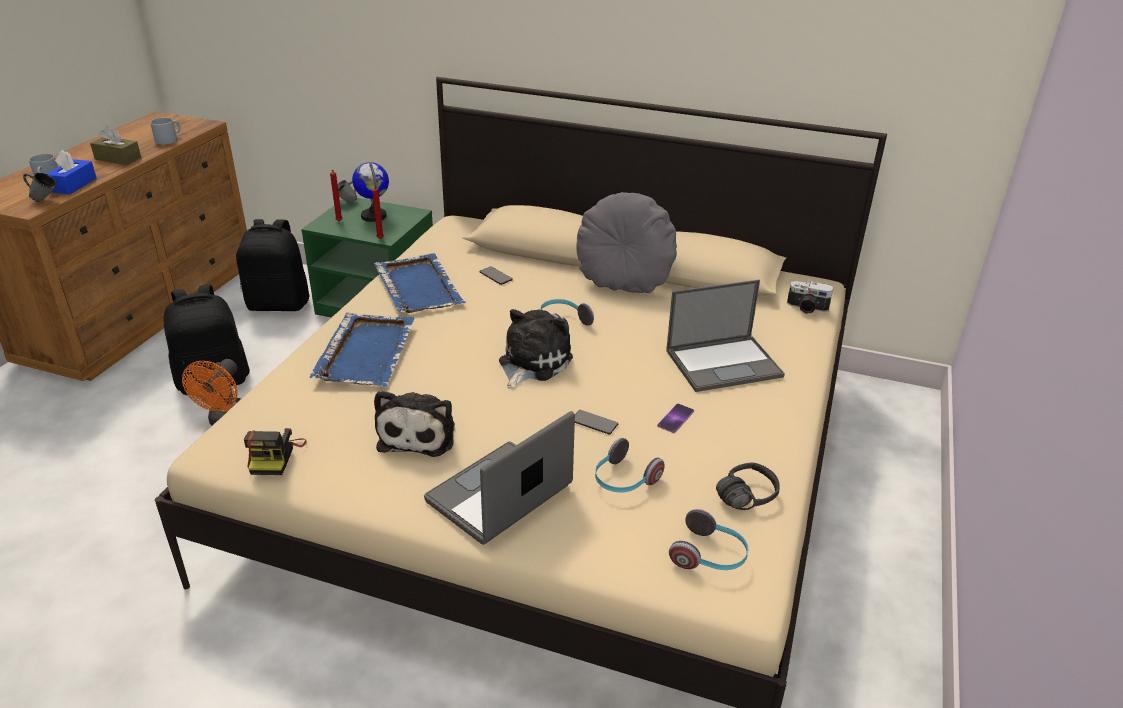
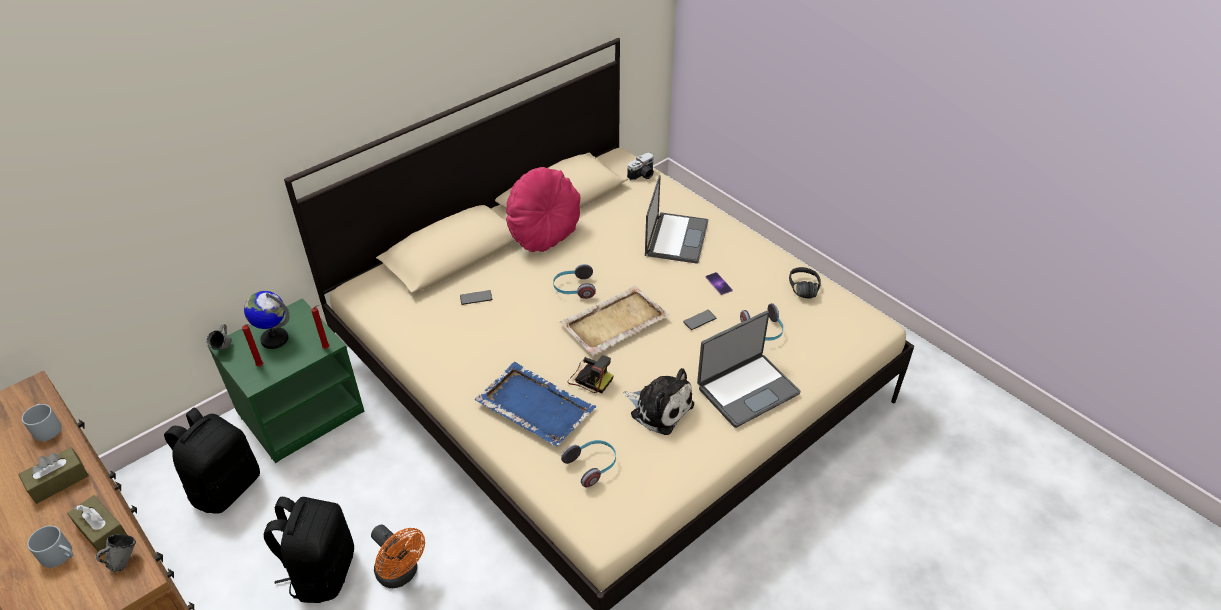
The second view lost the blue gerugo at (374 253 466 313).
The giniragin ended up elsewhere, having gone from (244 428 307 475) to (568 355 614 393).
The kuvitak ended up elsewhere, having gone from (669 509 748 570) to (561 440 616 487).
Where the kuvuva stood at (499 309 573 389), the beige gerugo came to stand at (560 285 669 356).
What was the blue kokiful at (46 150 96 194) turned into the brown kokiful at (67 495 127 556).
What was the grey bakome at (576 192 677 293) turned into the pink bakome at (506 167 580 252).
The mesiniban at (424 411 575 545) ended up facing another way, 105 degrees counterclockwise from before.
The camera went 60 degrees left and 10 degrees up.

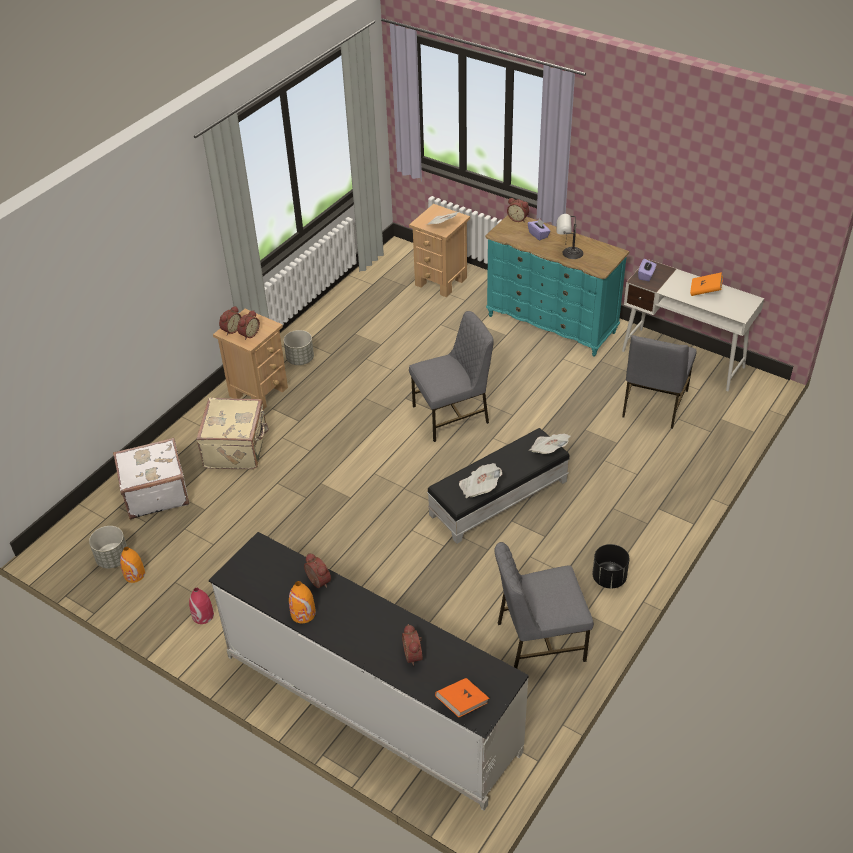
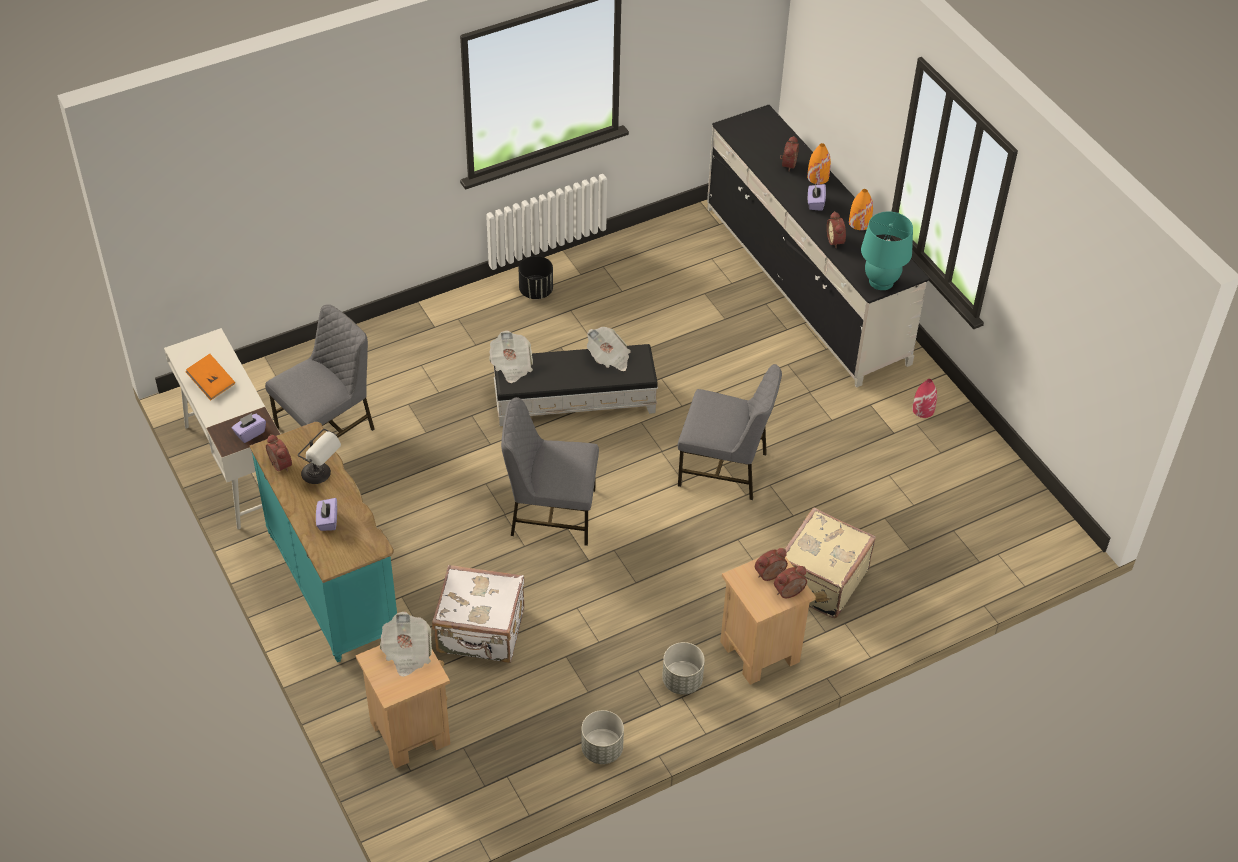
The second view lost the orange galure at (435 678 489 717).
The second view gained the purple kokiful at (808 183 826 211).
The second view gained the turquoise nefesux at (861 211 913 290).
The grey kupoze ended up elsewhere, having gone from (89 526 127 568) to (581 710 624 764).
The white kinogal ended up elsewhere, having gone from (113 438 190 519) to (432 565 524 663).
The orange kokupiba ended up elsewhere, having gone from (120 547 145 583) to (807 143 831 184).
The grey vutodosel ended up elsewhere, having gone from (495 542 594 669) to (678 364 782 500).
The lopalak ended up elsewhere, having gone from (507 198 529 222) to (266 434 292 472).
The camera went 155 degrees left and 5 degrees up.

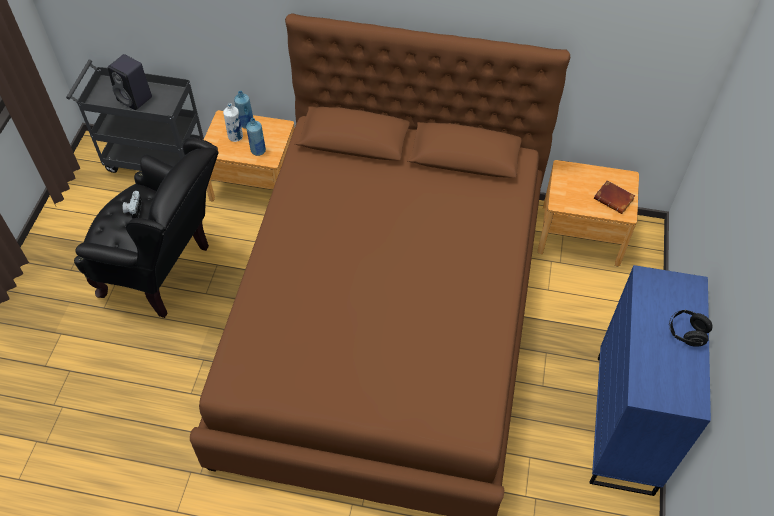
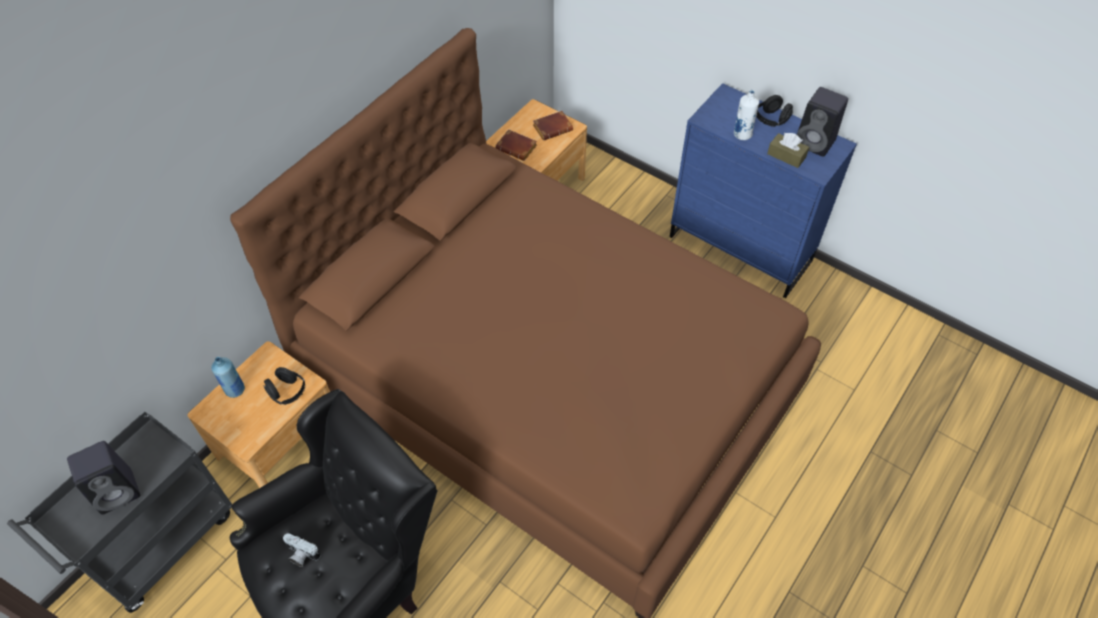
The second view gained the brown galure at (495 129 537 161).
The second view gained the brown kokiful at (767 133 809 168).
The second view gained the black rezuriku at (797 87 848 157).
The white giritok ended up elsewhere, having gone from (223 103 243 142) to (734 90 759 140).
Where the blue giritok stood at (246 118 266 156), the black kuvitak came to stand at (263 367 305 405).
The camera went 65 degrees left and 0 degrees up.

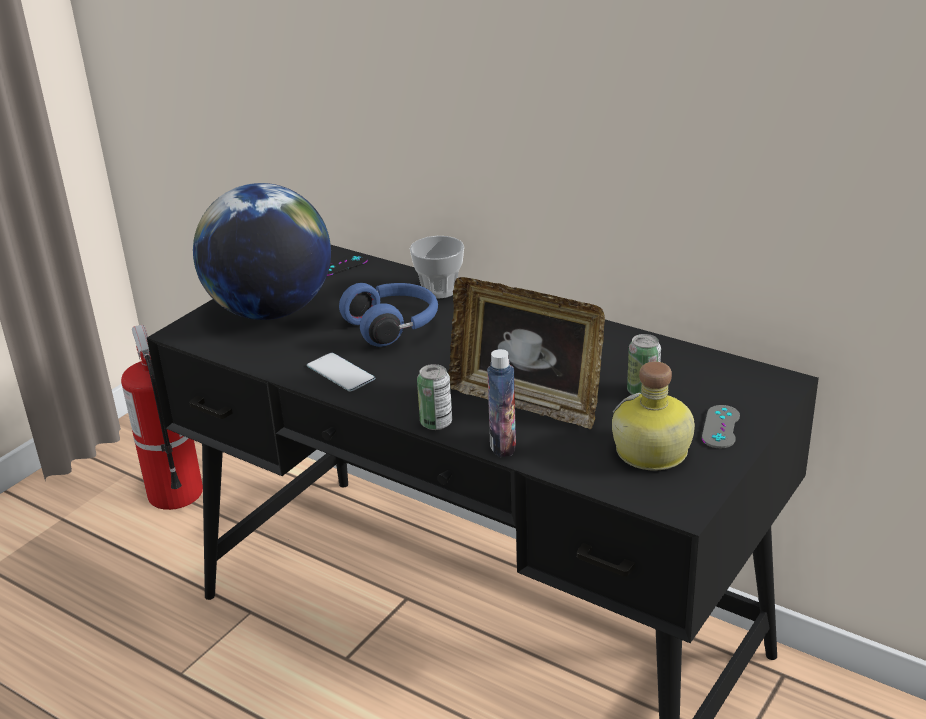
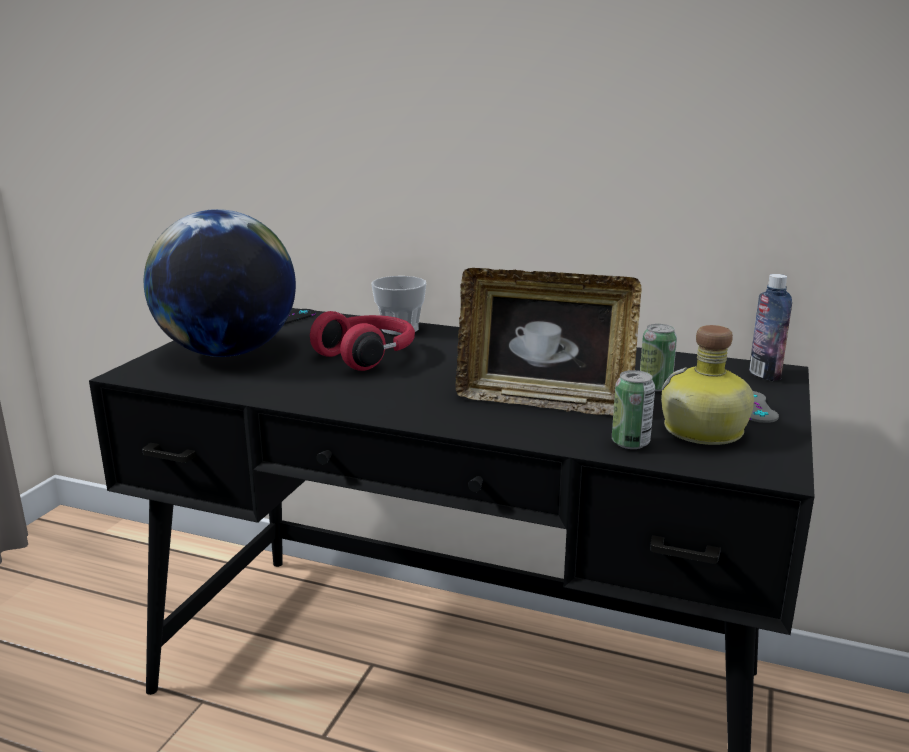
The second view lost the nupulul at (121 325 203 510).
The second view lost the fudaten at (307 353 375 392).
The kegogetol ended up elsewhere, having gone from (417 364 452 430) to (612 370 655 449).
The giritok ended up elsewhere, having gone from (487 349 516 457) to (749 274 792 381).
What was the blue kuvitak at (339 283 438 347) turned into the red kuvitak at (310 311 415 371).
The camera went 15 degrees left and 10 degrees down.

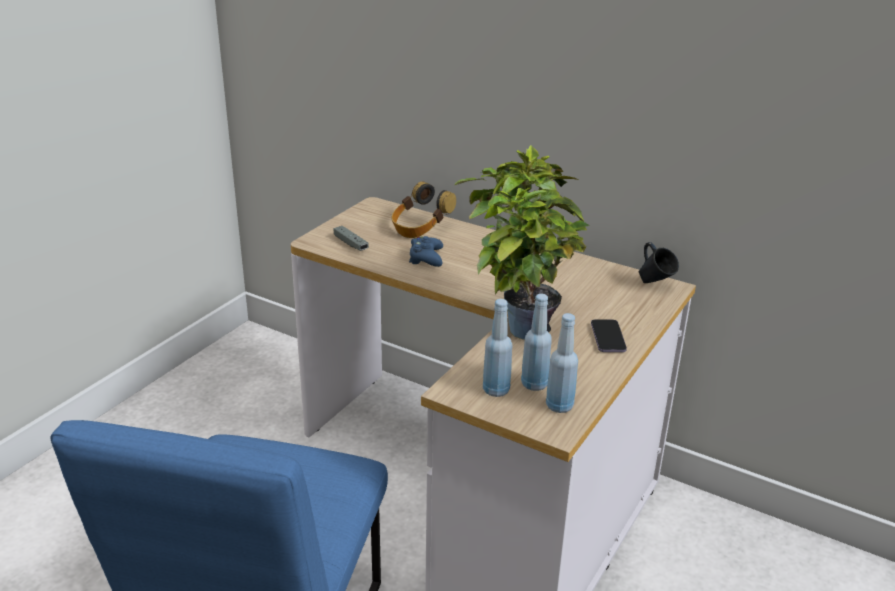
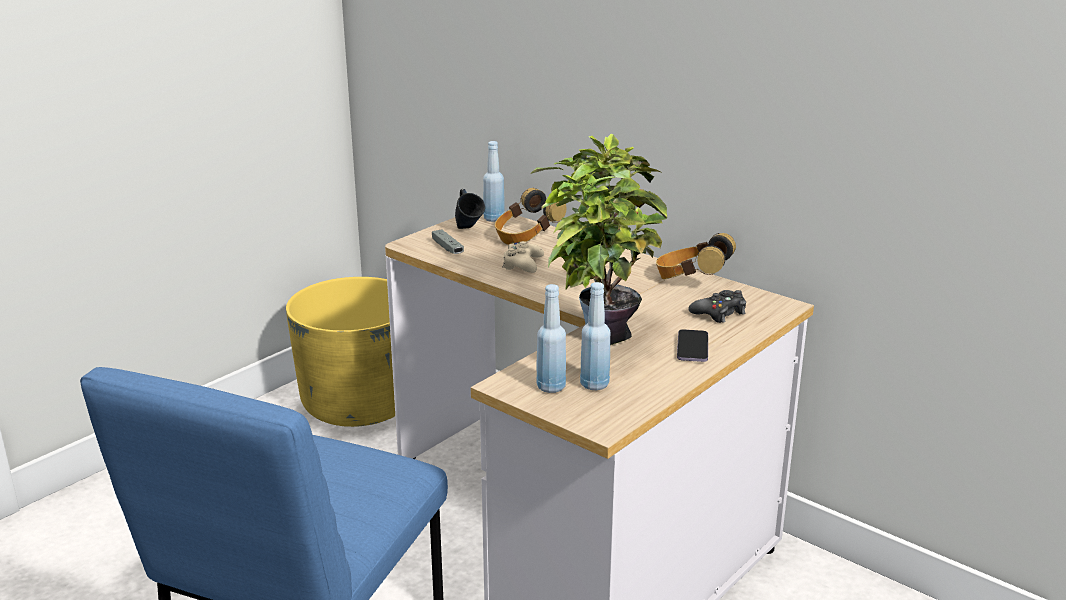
The second view gained the yellow kupoze at (286 277 395 427).
The second view gained the kuvitak at (656 233 736 279).
The second view gained the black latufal at (688 290 746 323).
The blue giritok ended up elsewhere, having gone from (546 313 578 413) to (483 141 505 222).
The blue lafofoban ended up elsewhere, having gone from (639 242 679 283) to (455 189 485 229).
What was the blue latufal at (409 236 443 267) turned into the beige latufal at (502 241 544 273).
The camera went 10 degrees right and 5 degrees down.

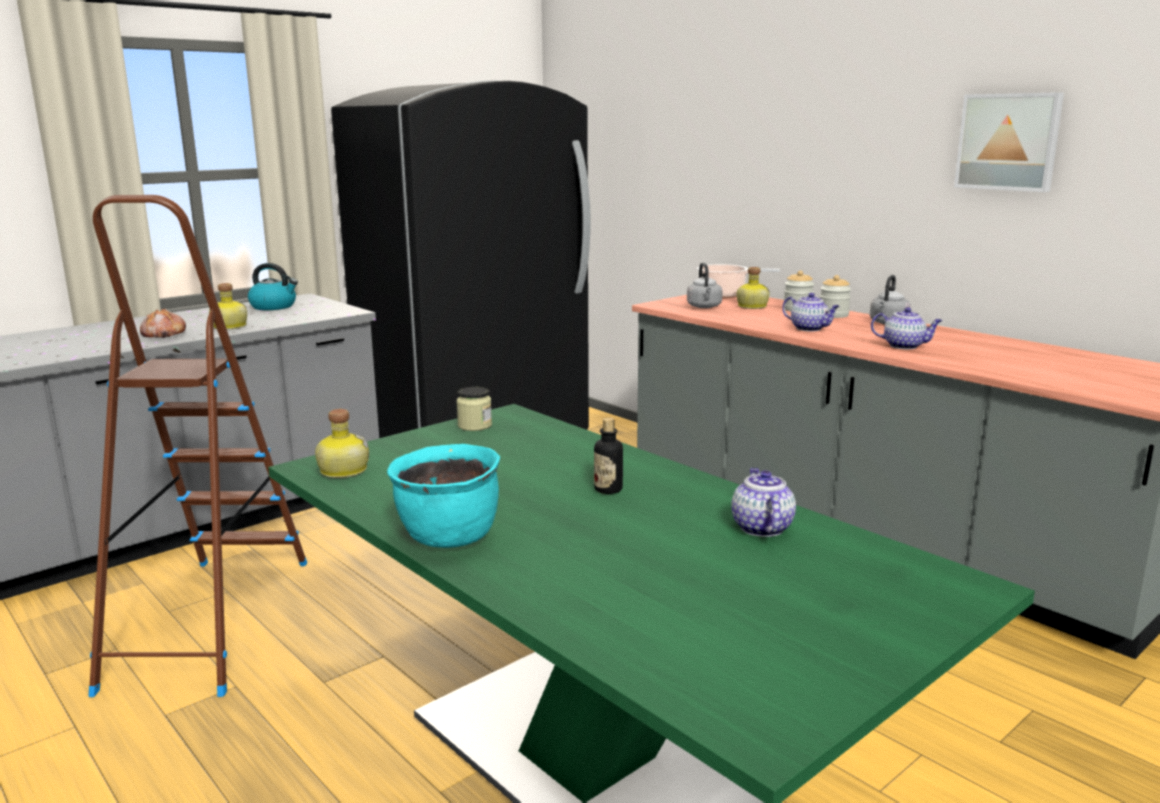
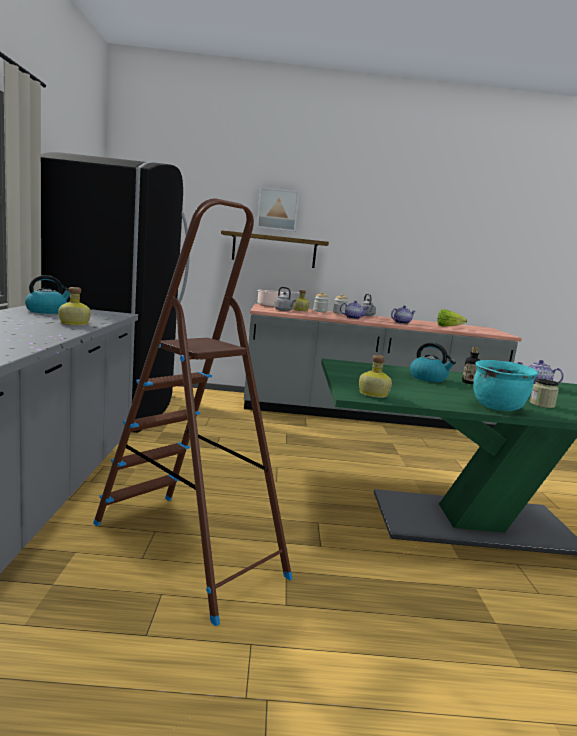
The second view lost the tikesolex at (140 308 186 338).
The second view gained the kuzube at (221 230 329 268).
The second view gained the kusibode at (410 342 456 382).
The second view gained the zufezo at (437 309 467 327).
The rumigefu ended up elsewhere, having gone from (456 387 492 431) to (530 379 559 408).
The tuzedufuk ended up elsewhere, having gone from (954 92 1064 192) to (257 187 299 232).
The camera went 50 degrees left and 5 degrees down.

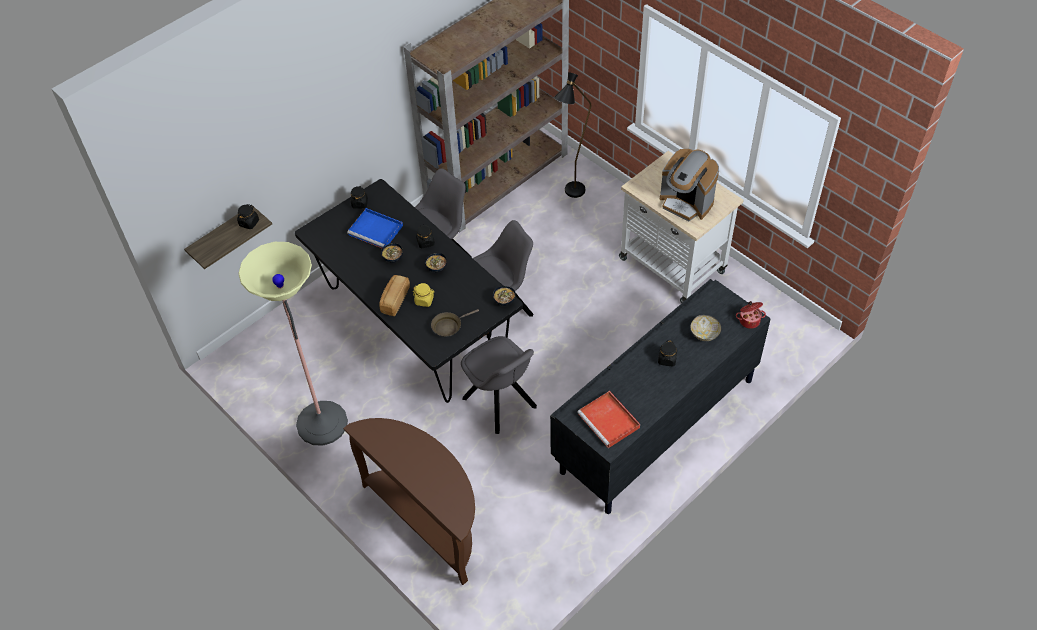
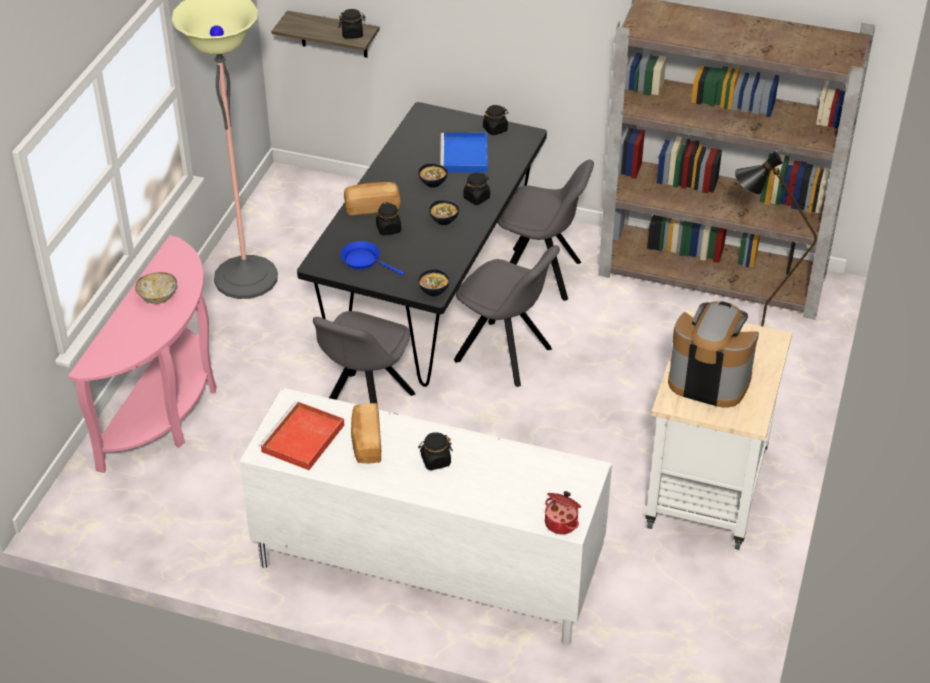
The second view gained the tikesolex at (351 403 381 464).
The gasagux ended up elsewhere, having gone from (690 315 721 341) to (135 272 177 304).
What was the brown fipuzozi at (343 418 475 585) turned into the pink fipuzozi at (68 235 217 473).
What was the yellow rumigefu at (413 283 434 307) turned into the black rumigefu at (376 202 401 235).
What was the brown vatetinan at (431 309 479 337) turned into the blue vatetinan at (340 241 404 275).
What was the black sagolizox at (550 279 771 514) turned into the white sagolizox at (239 388 612 646).
The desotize at (660 149 719 221) ended up facing another way, 105 degrees clockwise from before.
The camera went 60 degrees right and 10 degrees down.

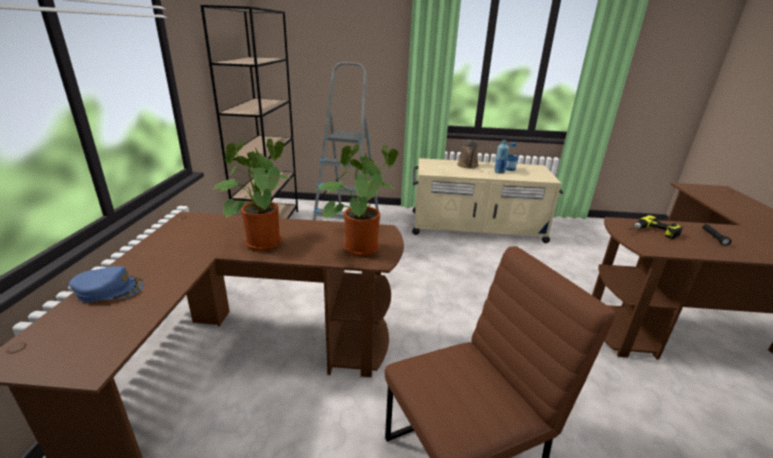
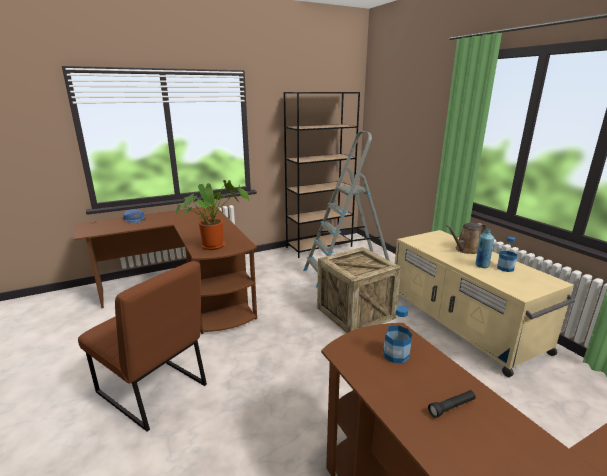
The second view lost the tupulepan at (212 139 294 251).
The second view gained the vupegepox at (317 247 401 333).
Where the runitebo stood at (629 215 683 239), the giritok came to stand at (383 306 412 363).
The camera went 60 degrees right and 5 degrees down.

